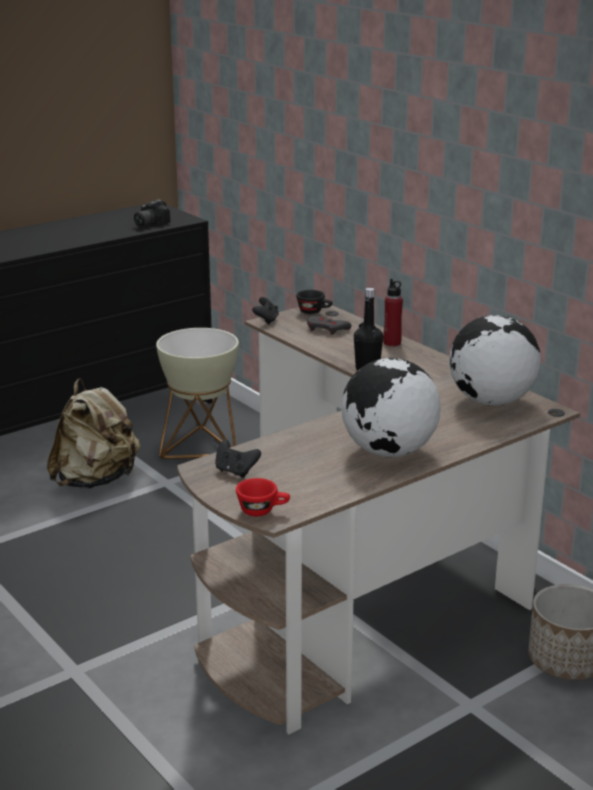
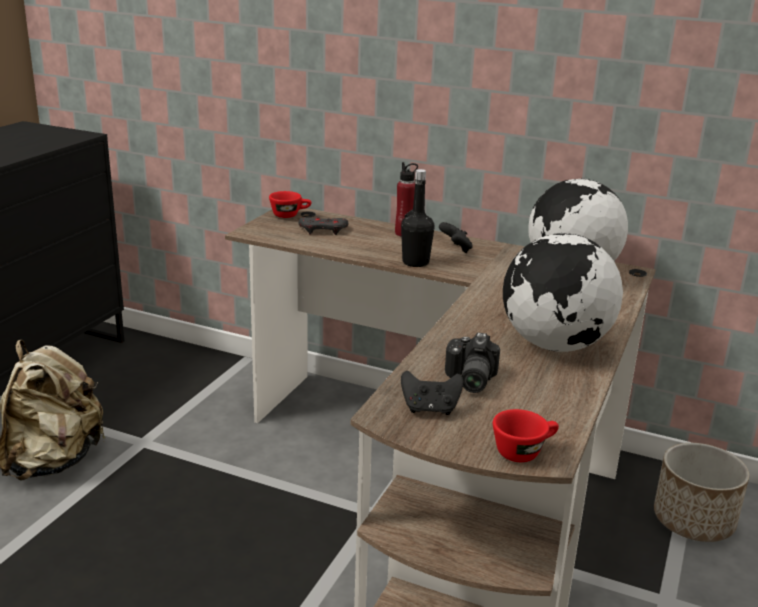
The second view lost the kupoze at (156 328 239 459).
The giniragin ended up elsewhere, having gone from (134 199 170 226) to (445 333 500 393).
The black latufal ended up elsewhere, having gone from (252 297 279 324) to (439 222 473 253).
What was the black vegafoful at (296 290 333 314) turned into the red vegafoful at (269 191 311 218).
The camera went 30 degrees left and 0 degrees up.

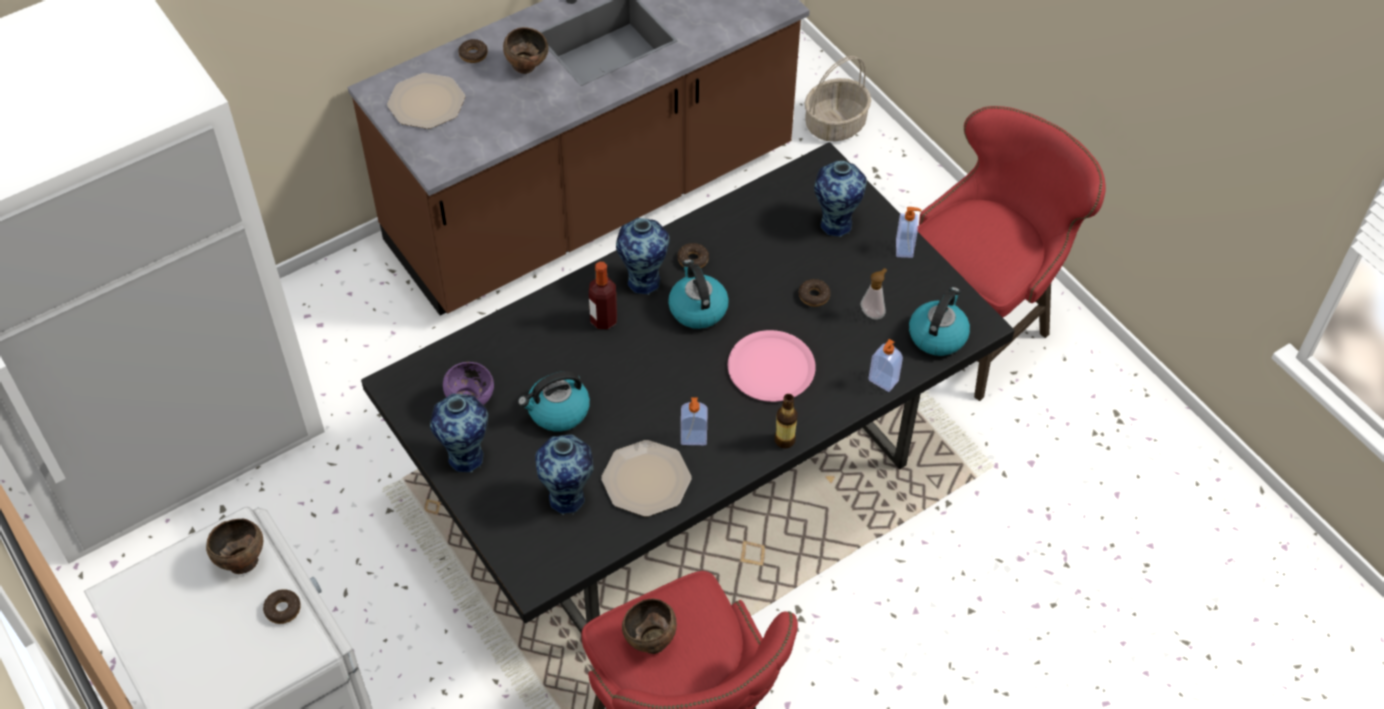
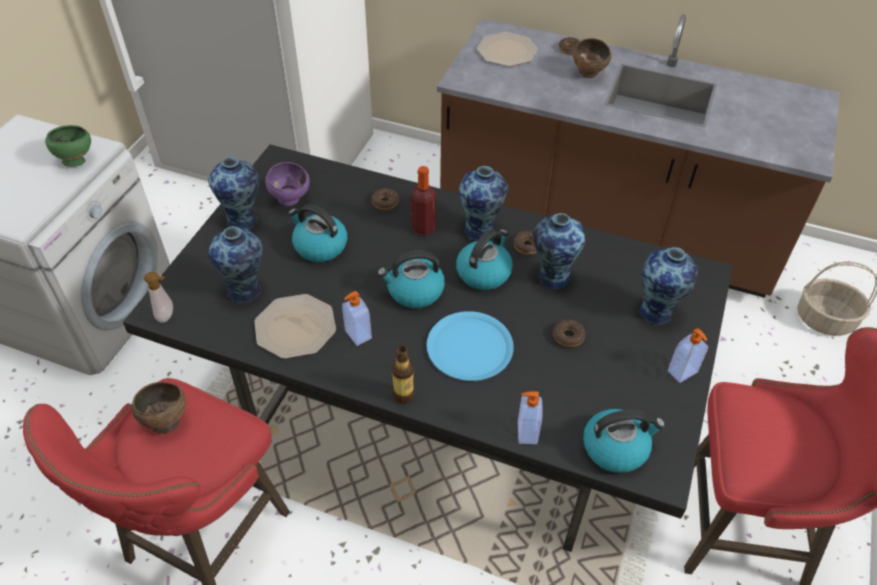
The second view gained the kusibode at (378 251 445 308).
The second view gained the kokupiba at (533 213 586 289).
The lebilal ended up elsewhere, having gone from (263 589 301 624) to (371 188 399 210).
The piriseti ended up elsewhere, having gone from (861 268 887 320) to (144 272 173 323).
What was the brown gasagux at (206 518 263 574) turned into the green gasagux at (45 125 91 167).
What was the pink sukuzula at (728 330 816 402) turned into the blue sukuzula at (427 311 514 381).
The camera went 55 degrees right and 5 degrees down.

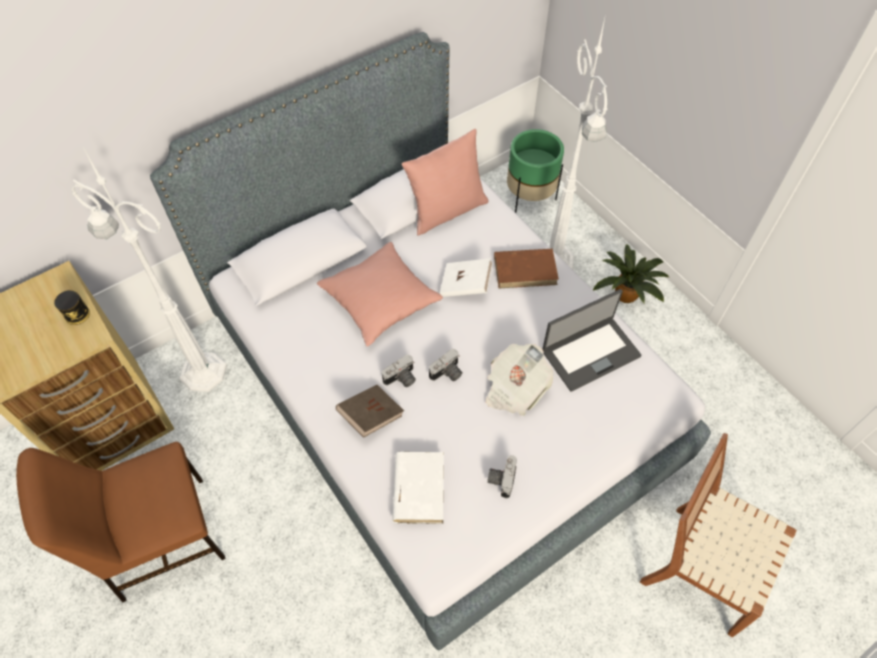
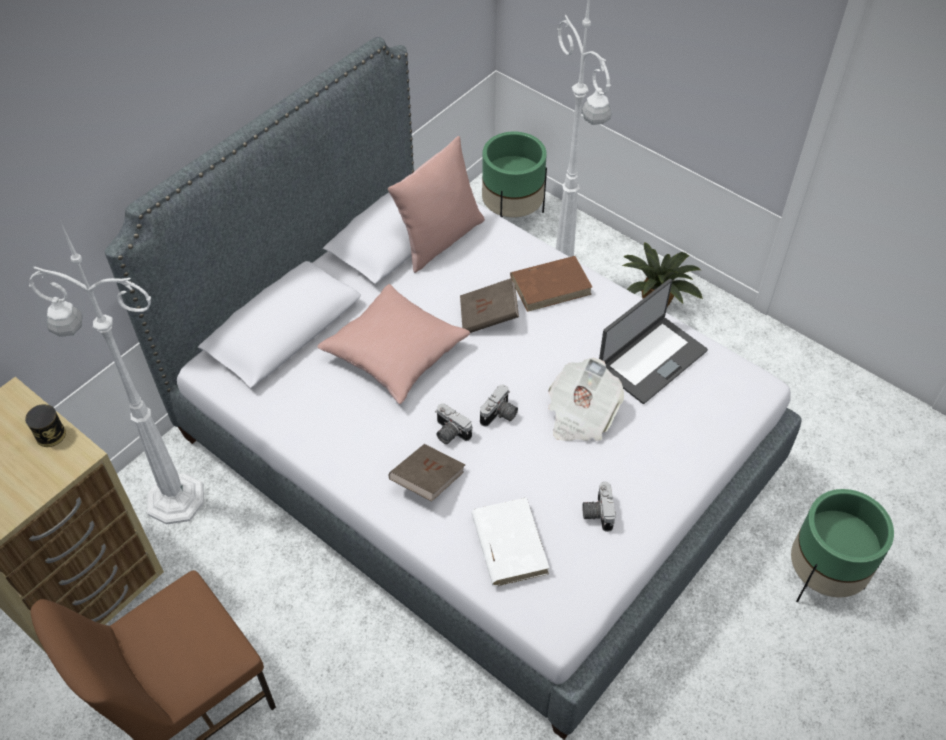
Where the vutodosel stood at (640 433 797 637), the green kupoze came to stand at (791 489 894 602).
What was the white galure at (440 258 493 297) turned into the brown galure at (460 278 519 333).
The giniragin at (382 355 416 387) ended up facing another way, 90 degrees clockwise from before.
The camera went 15 degrees left and 5 degrees down.

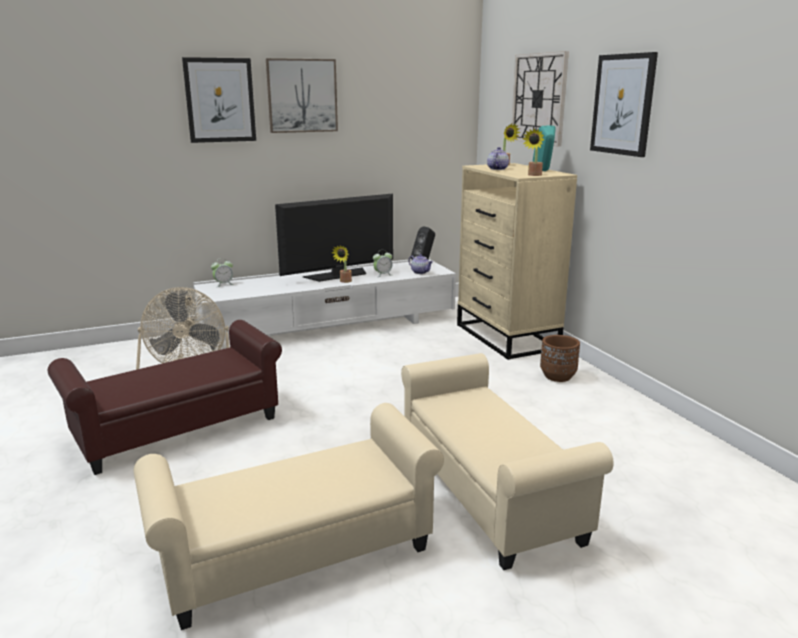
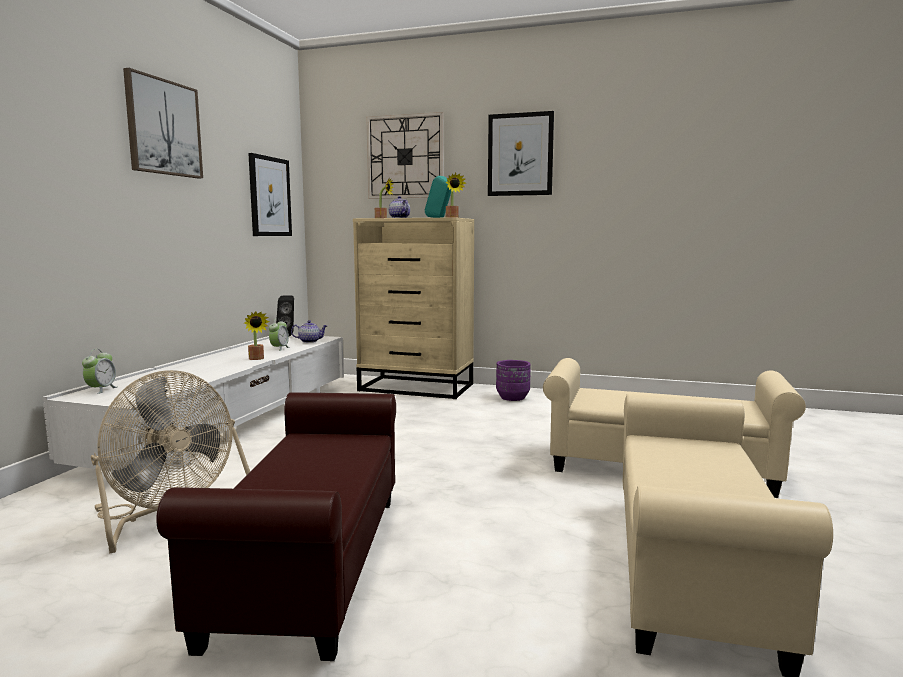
The second view lost the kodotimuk at (275 194 393 282).
The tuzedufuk ended up elsewhere, having gone from (182 57 256 143) to (248 153 292 236).
What was the brown kupoze at (540 335 580 382) turned into the purple kupoze at (496 360 531 401).
The camera went 50 degrees left and 10 degrees down.

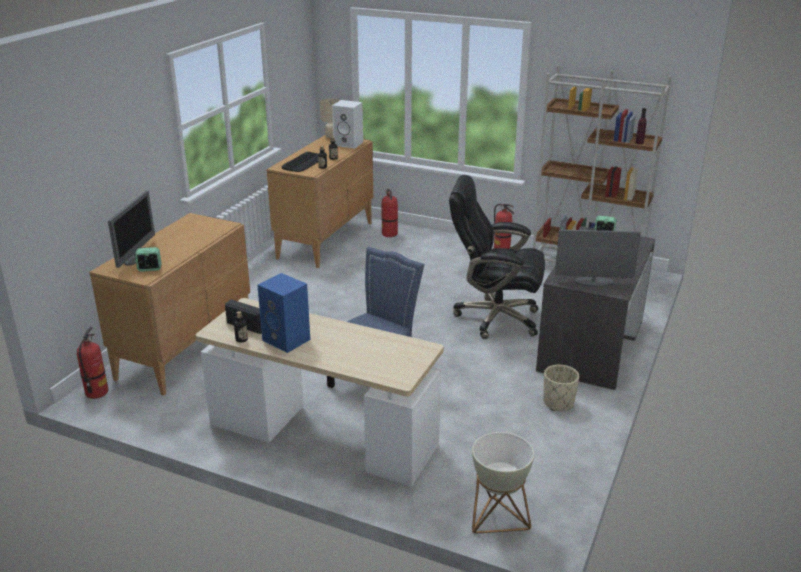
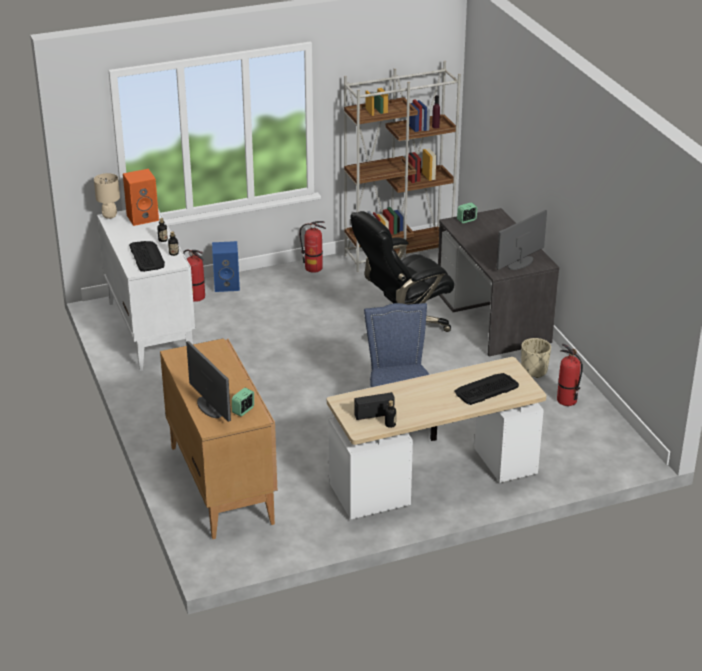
The second view lost the kupoze at (472 432 534 533).
The second view gained the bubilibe at (454 373 519 405).
The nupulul ended up elsewhere, having gone from (77 327 108 399) to (557 344 583 406).
The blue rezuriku ended up elsewhere, having gone from (257 273 310 353) to (212 241 240 292).
What was the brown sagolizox at (266 135 373 268) turned into the white sagolizox at (97 209 195 371).
What was the white rezuriku at (332 100 363 148) turned into the orange rezuriku at (123 169 159 226).
The camera went 45 degrees left and 5 degrees up.

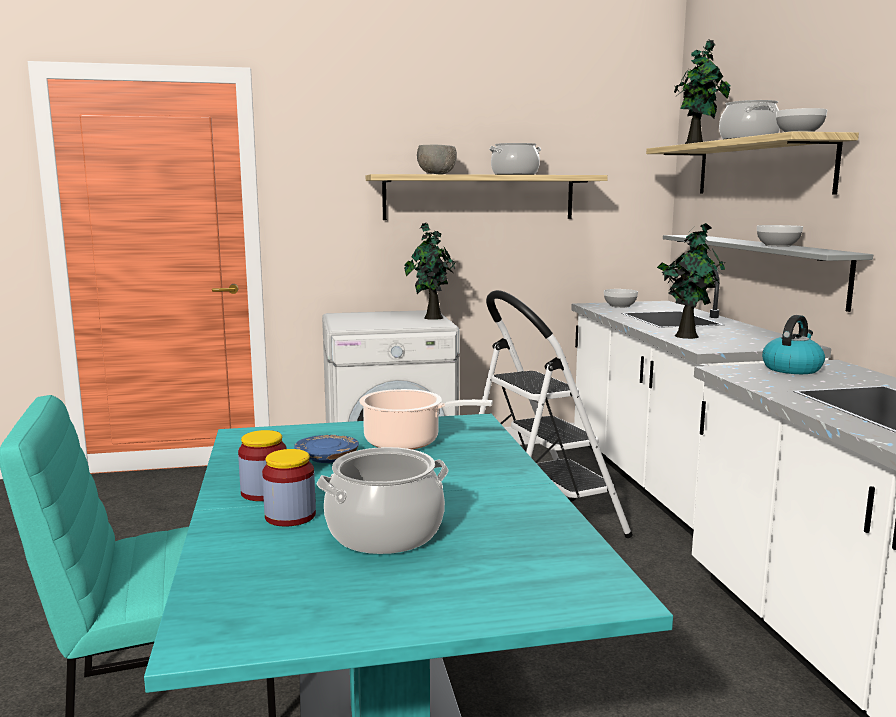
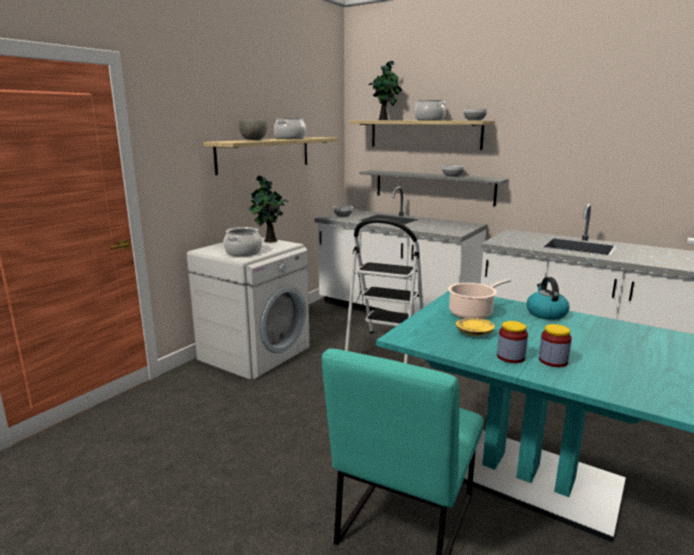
The second view lost the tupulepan at (657 223 725 339).
The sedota ended up elsewhere, having gone from (317 447 448 554) to (223 227 262 257).
The kusibode ended up elsewhere, having gone from (762 315 825 374) to (526 277 569 320).
What was the blue sukuzula at (294 435 359 463) turned into the yellow sukuzula at (456 318 495 336).
The camera went 45 degrees left and 5 degrees up.

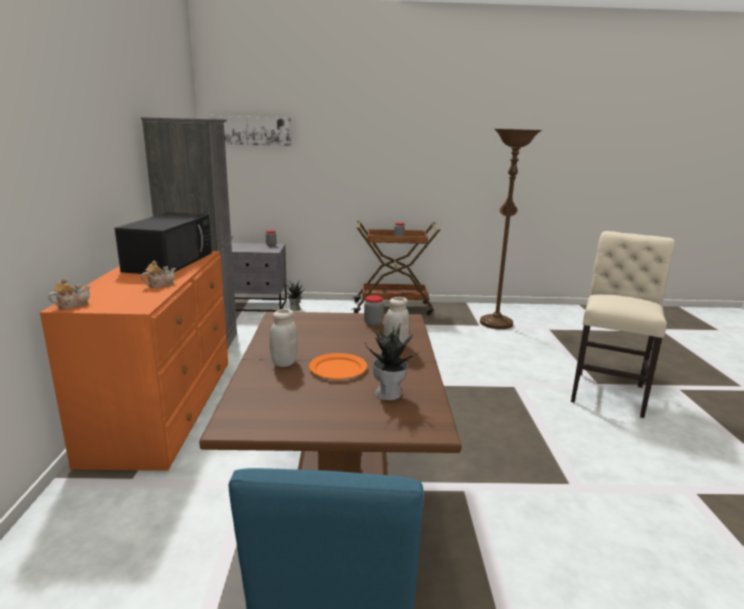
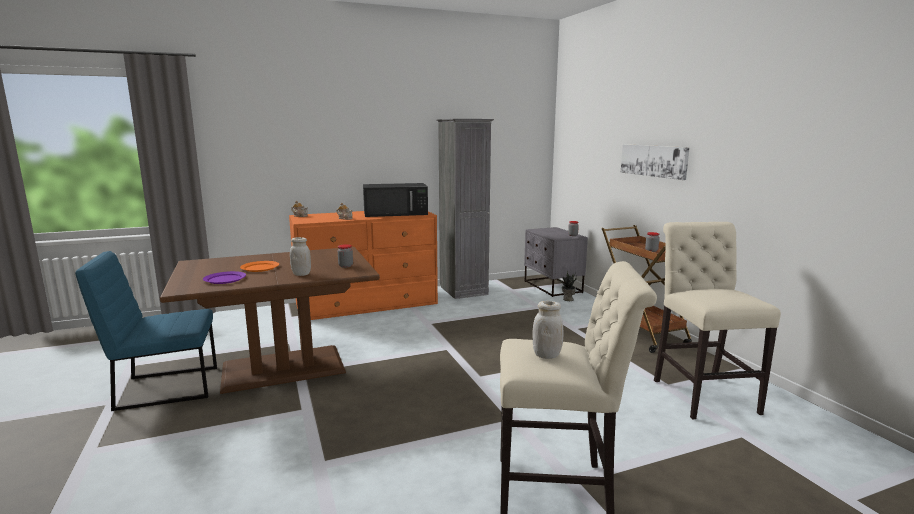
The tuzedufuk ended up elsewhere, having gone from (209 116 292 146) to (621 144 690 180).
The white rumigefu ended up elsewhere, having gone from (269 309 298 367) to (533 301 563 359).
Where the tupulepan stood at (365 322 418 401), the purple sukuzula came to stand at (203 271 246 284).
Where the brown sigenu stood at (480 129 542 329), the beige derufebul came to stand at (654 222 781 420).
The camera went 70 degrees right and 5 degrees down.

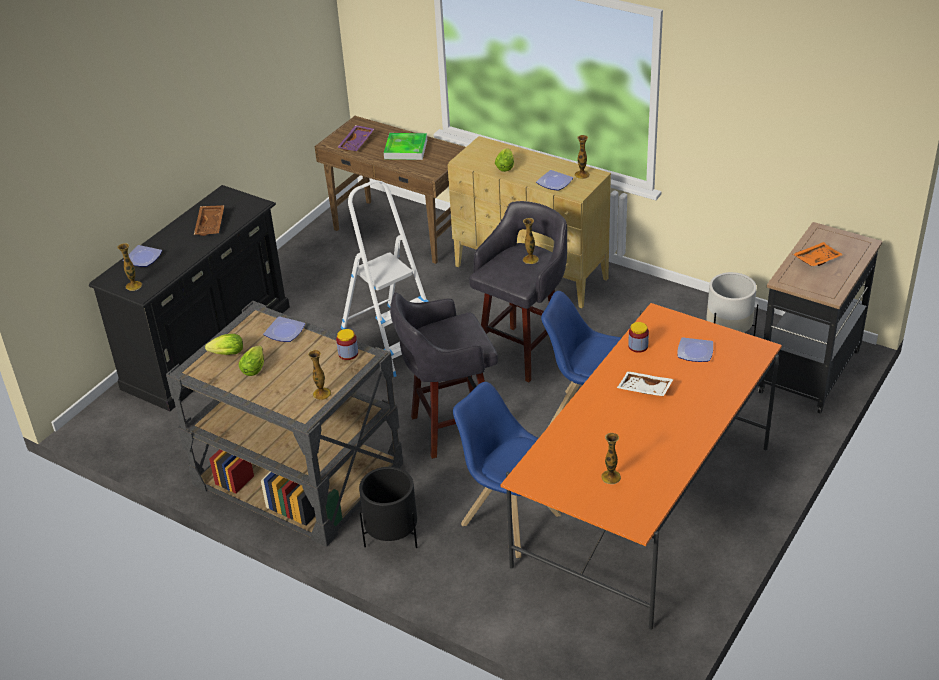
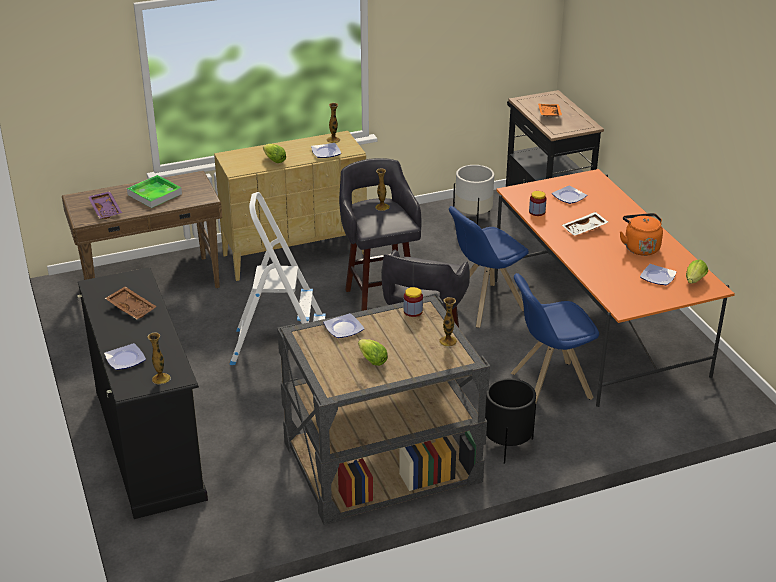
The second view gained the orange kusibode at (620 213 663 256).
The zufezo ended up elsewhere, having gone from (205 334 243 355) to (686 259 708 284).
Where the kokupiba stood at (601 433 621 484), the sukuzula came to stand at (640 264 677 285).
The camera went 55 degrees left and 5 degrees down.

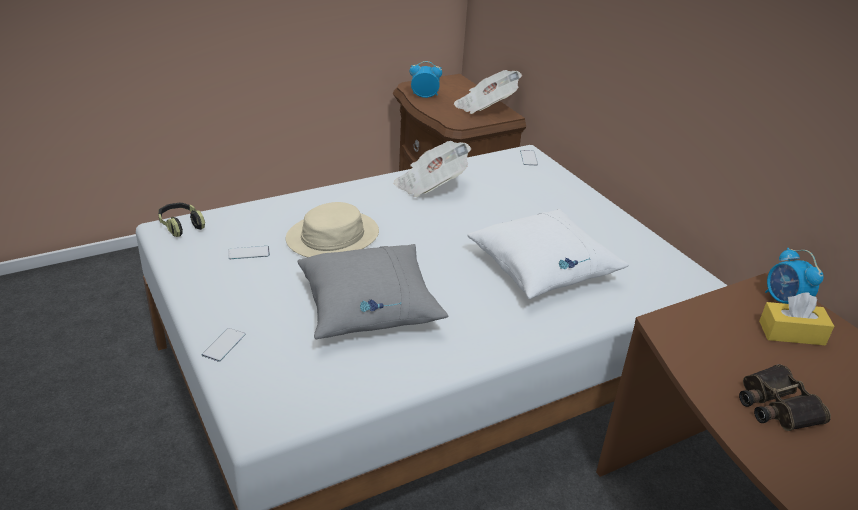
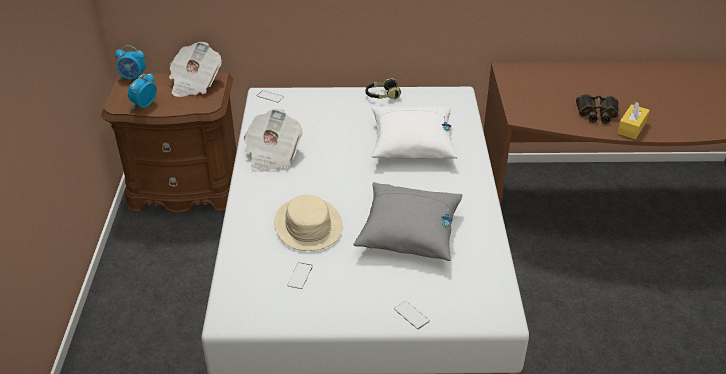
The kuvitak ended up elsewhere, having gone from (158 203 205 237) to (366 78 401 99).
The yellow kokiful ended up elsewhere, having gone from (759 293 834 345) to (617 101 650 139).
The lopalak ended up elsewhere, having gone from (765 248 824 304) to (115 45 146 80).
The camera went 60 degrees left and 5 degrees up.

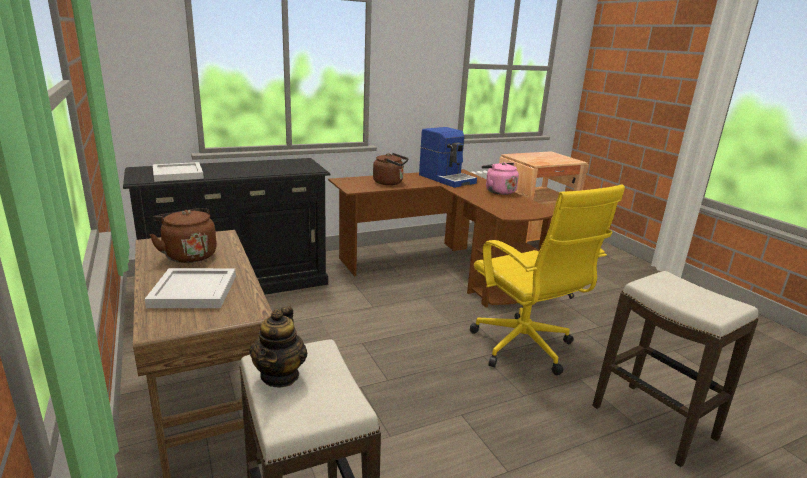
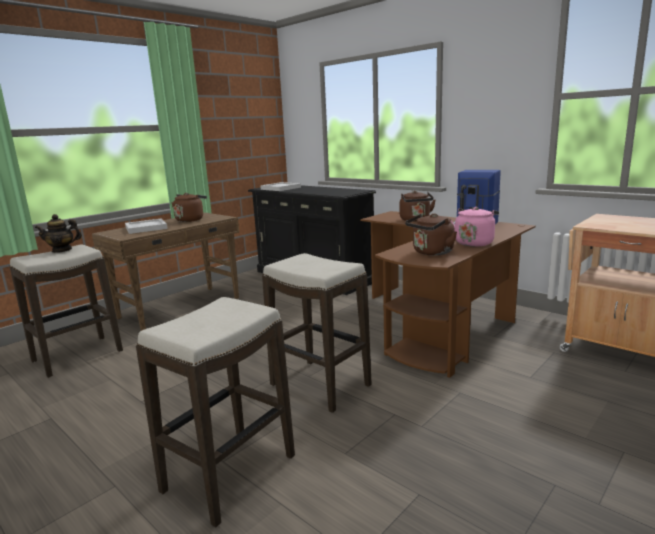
The second view gained the brown kusibode at (405 213 457 255).
Where the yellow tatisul stood at (470 185 625 375), the derufebul came to stand at (262 253 372 413).
The camera went 70 degrees right and 5 degrees down.

